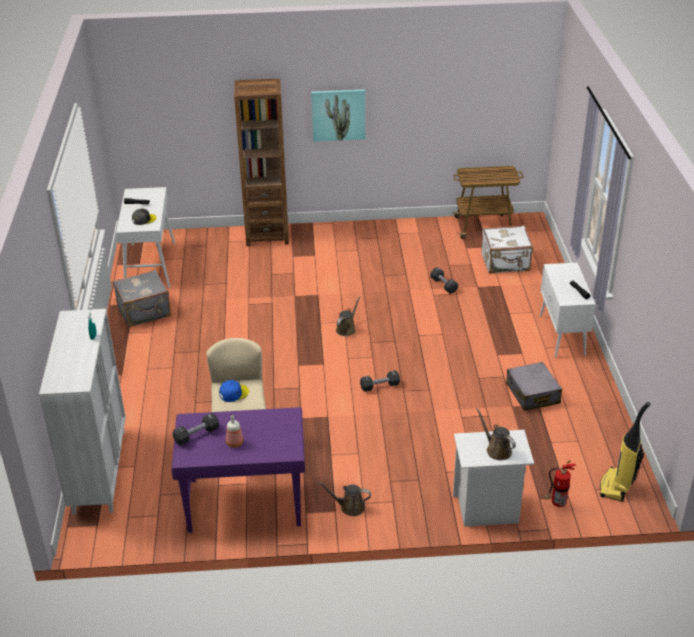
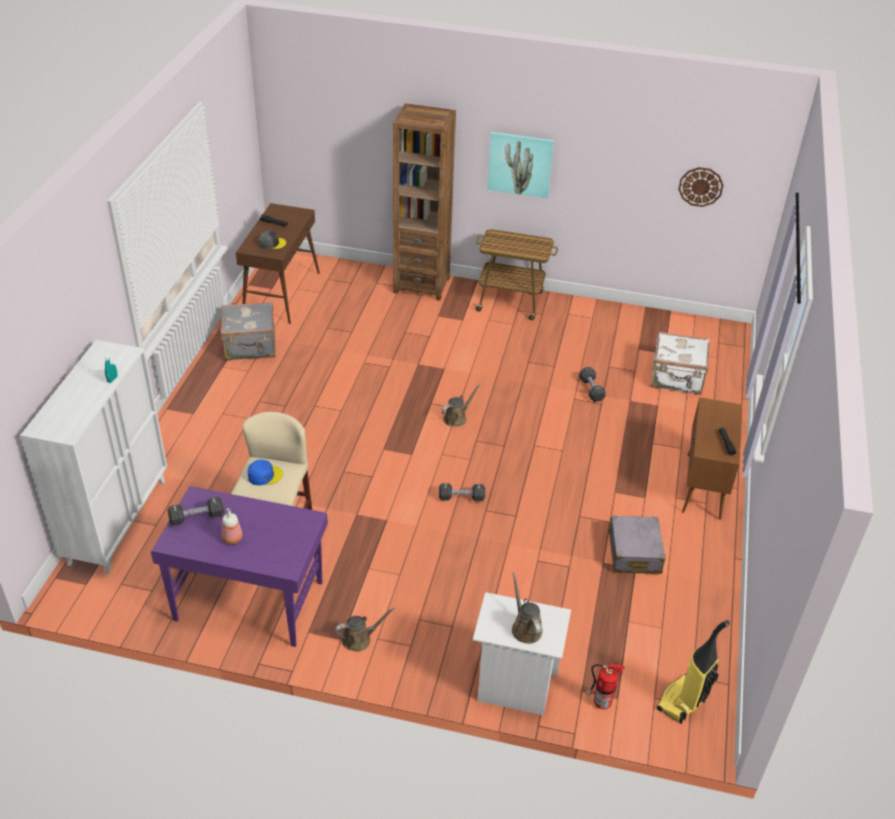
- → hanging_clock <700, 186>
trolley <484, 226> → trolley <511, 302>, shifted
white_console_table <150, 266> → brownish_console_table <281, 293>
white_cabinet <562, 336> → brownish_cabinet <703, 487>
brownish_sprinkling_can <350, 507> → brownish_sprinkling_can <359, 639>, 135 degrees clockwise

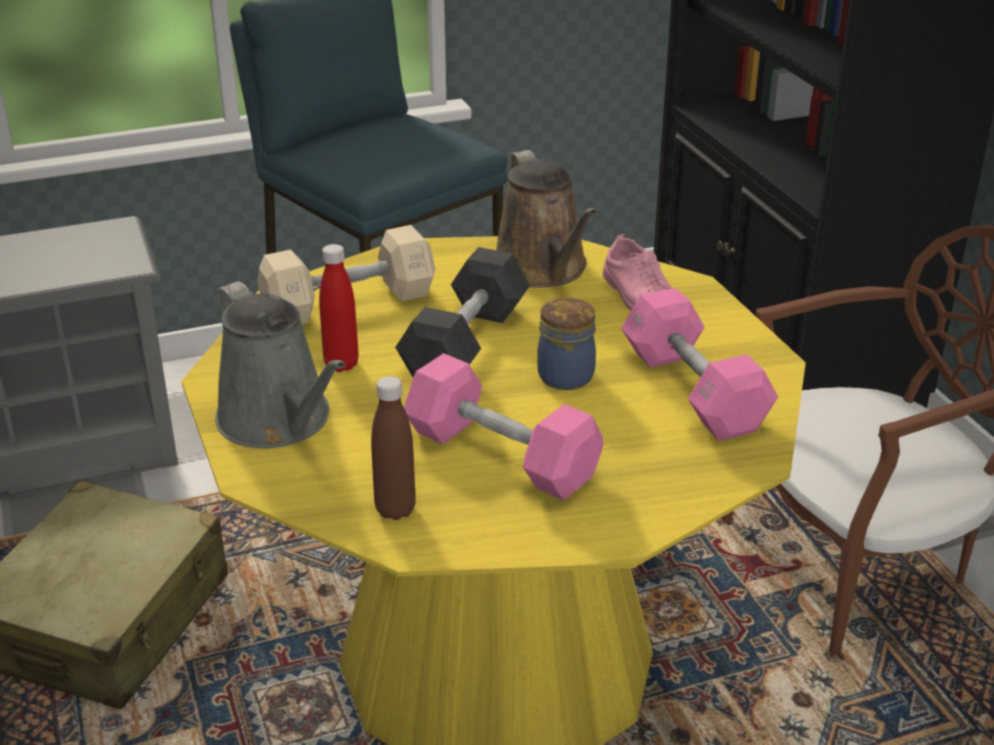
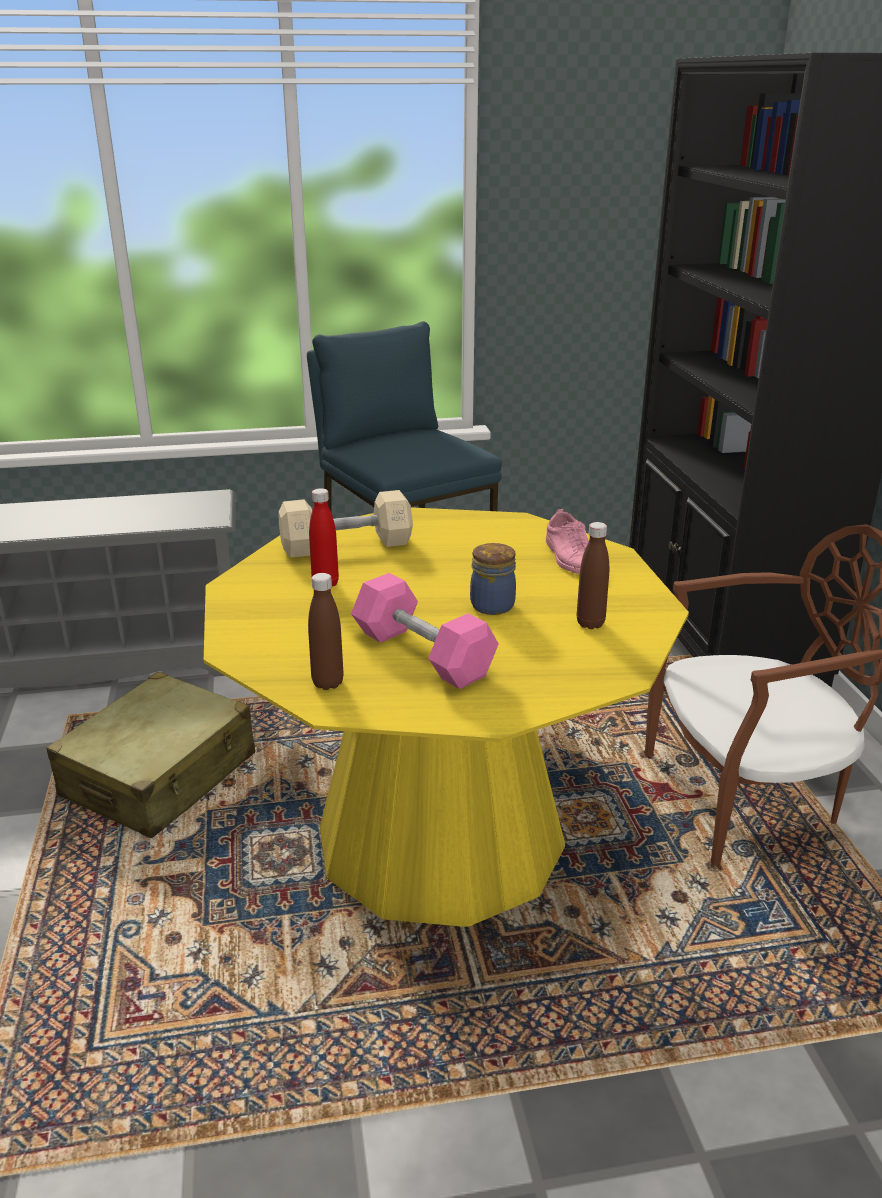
gray_sprinkling_can <279, 421> → -
blackish_hand_weight <465, 343> → -
brownish_sprinkling_can <543, 270> → -
pink-coloured_hand_weight <693, 390> → brownish_beverage_bottle <590, 623>

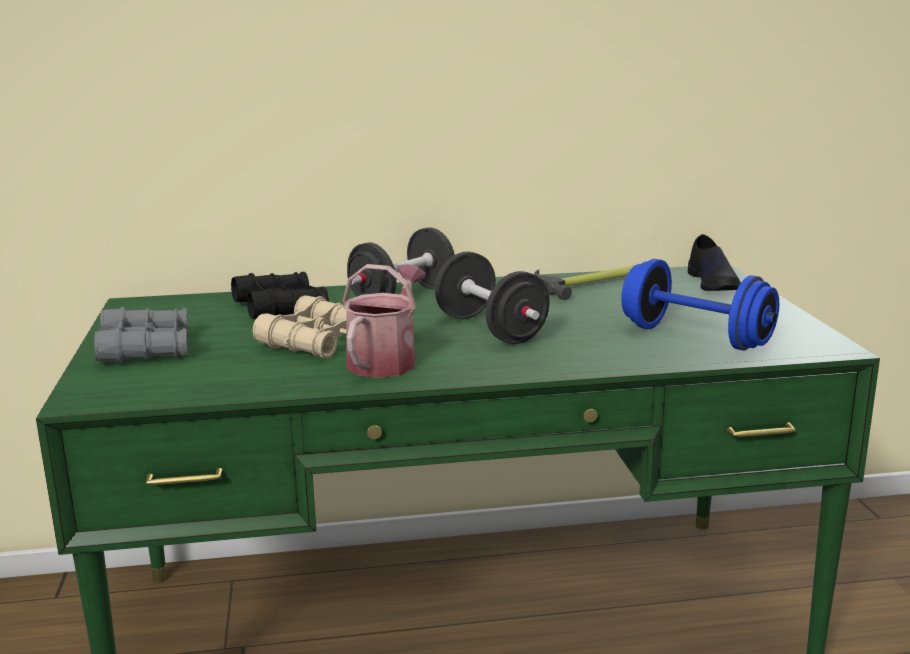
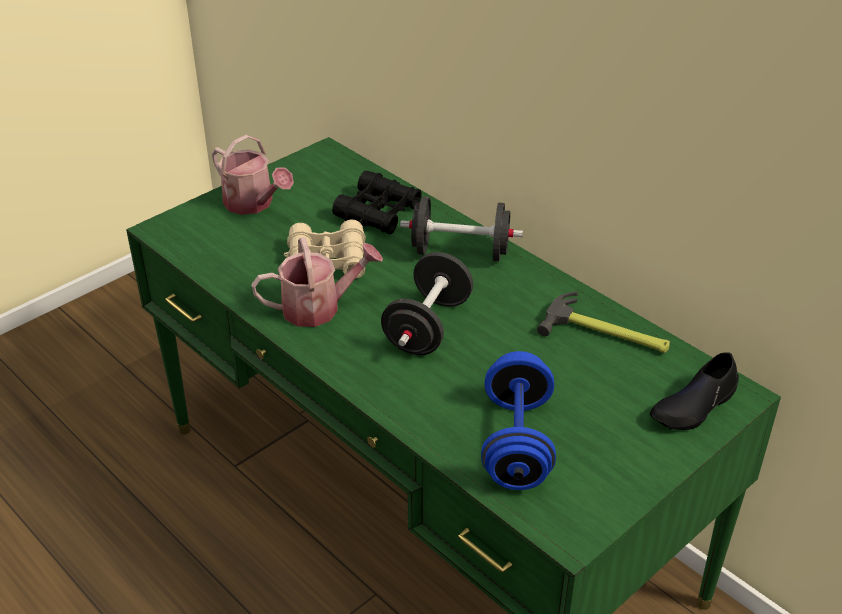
gray_pair_of_binoculars <146, 348> → sprinkling_can <253, 204>

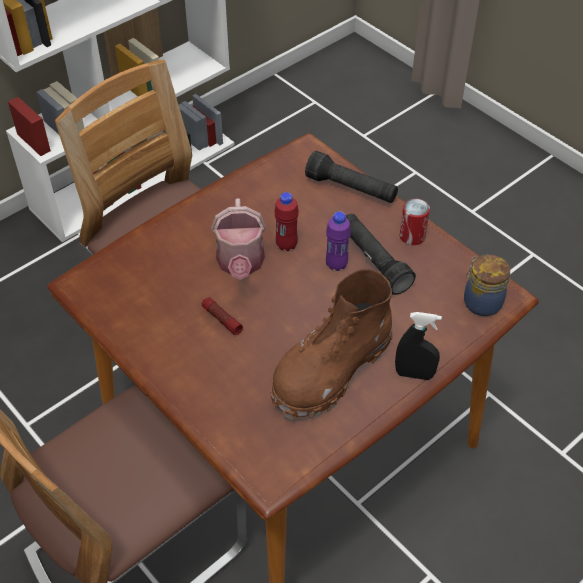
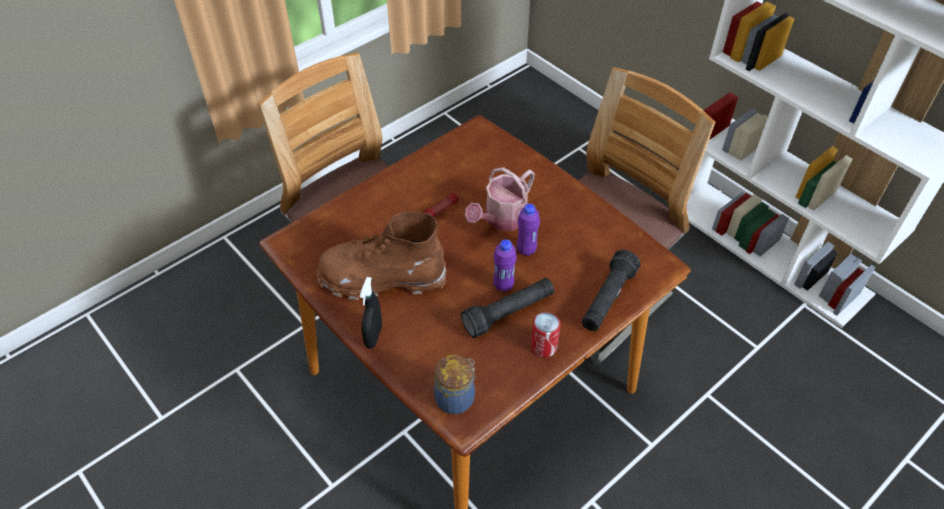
reddish_beverage_bottle <286, 245> → purplish_beverage_bottle <526, 250>
sprinkling_can <240, 264> → sprinkling_can <501, 220>, 45 degrees counterclockwise
brownish_high-top_boot <330, 371> → brownish_high-top_boot <382, 278>, 45 degrees counterclockwise

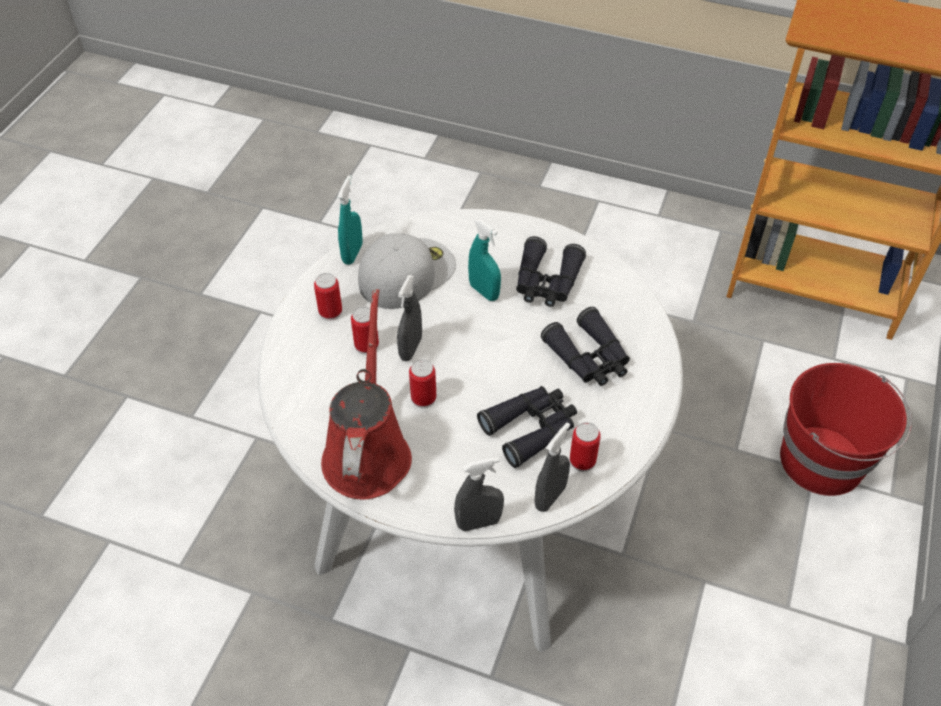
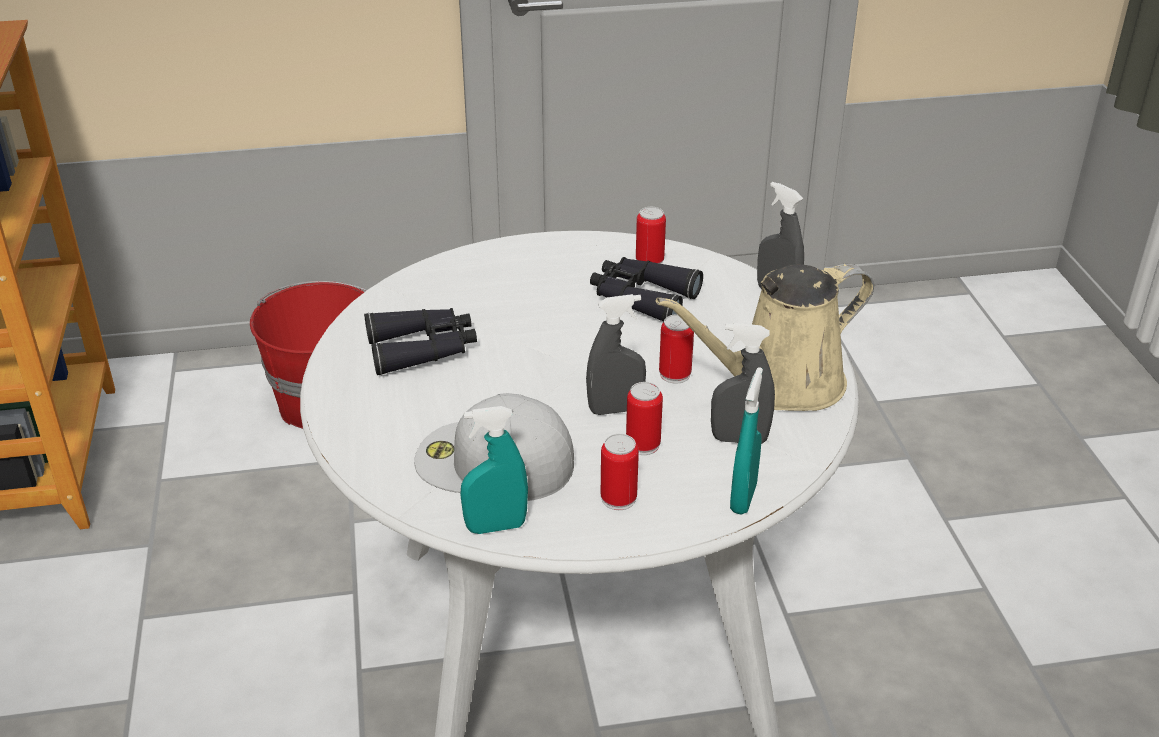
blackish_pair_of_binoculars <589, 358> → -
turquoise-coloured_sprayer <484, 291> → turquoise-coloured_sprayer <743, 498>, shifted
gray_sprayer <550, 497> → gray_sprayer <739, 439>, shifted
reddish_sprinkling_can <368, 451> → sand-coloured_sprinkling_can <779, 384>

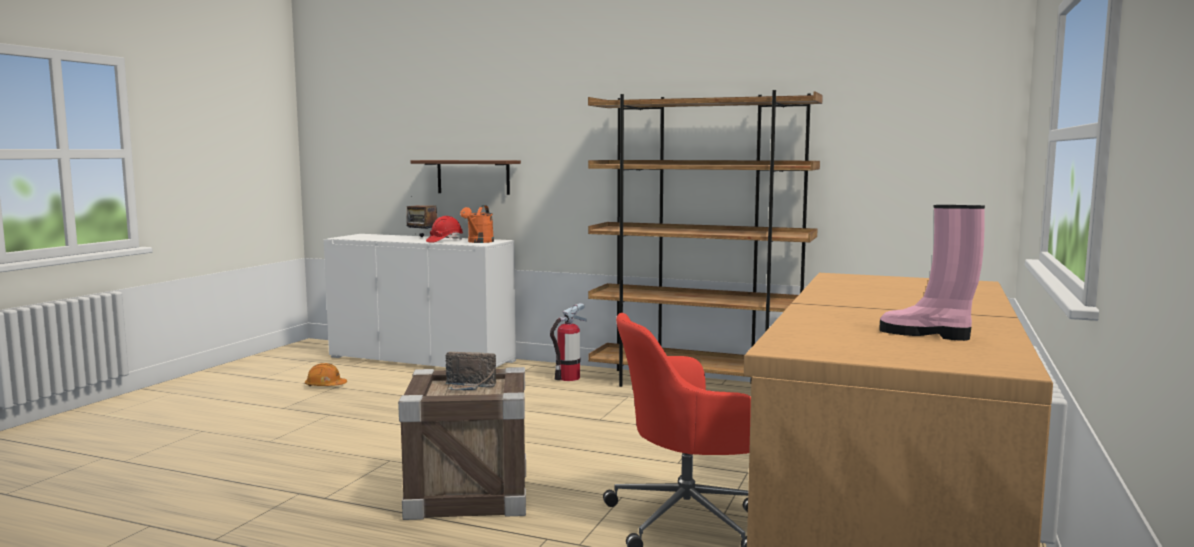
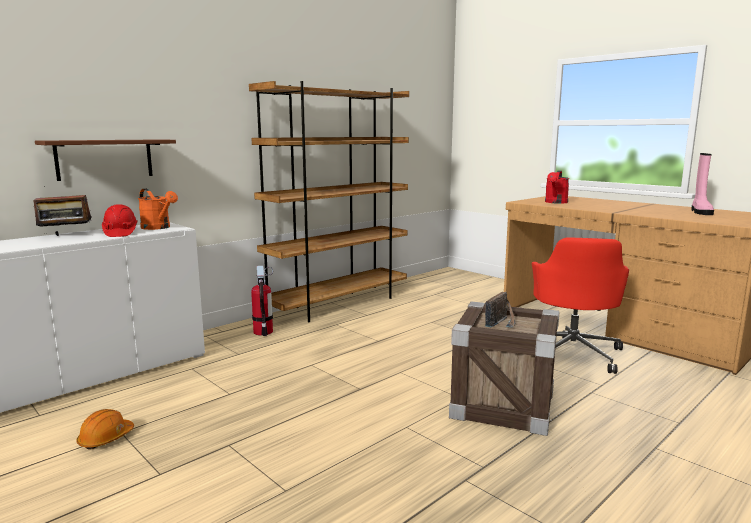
- → reddish_sprinkling_can <555, 202>
pink-coloured_high-top_boot <927, 334> → pink-coloured_high-top_boot <700, 212>, 45 degrees counterclockwise

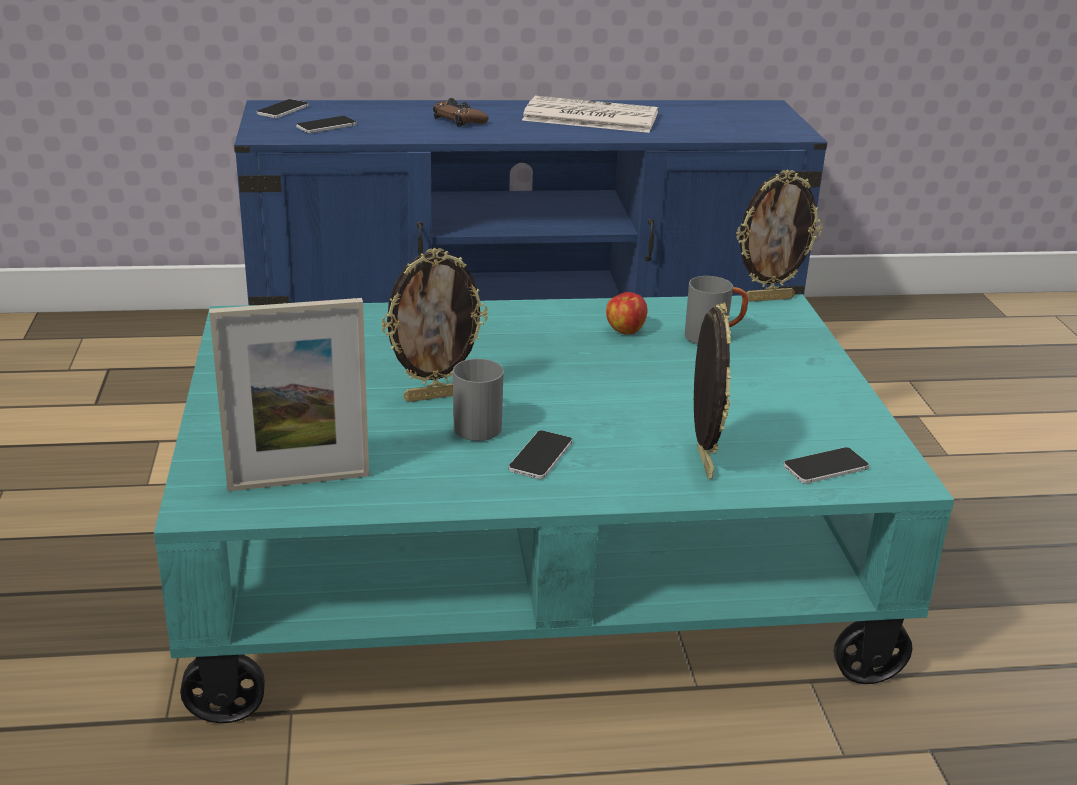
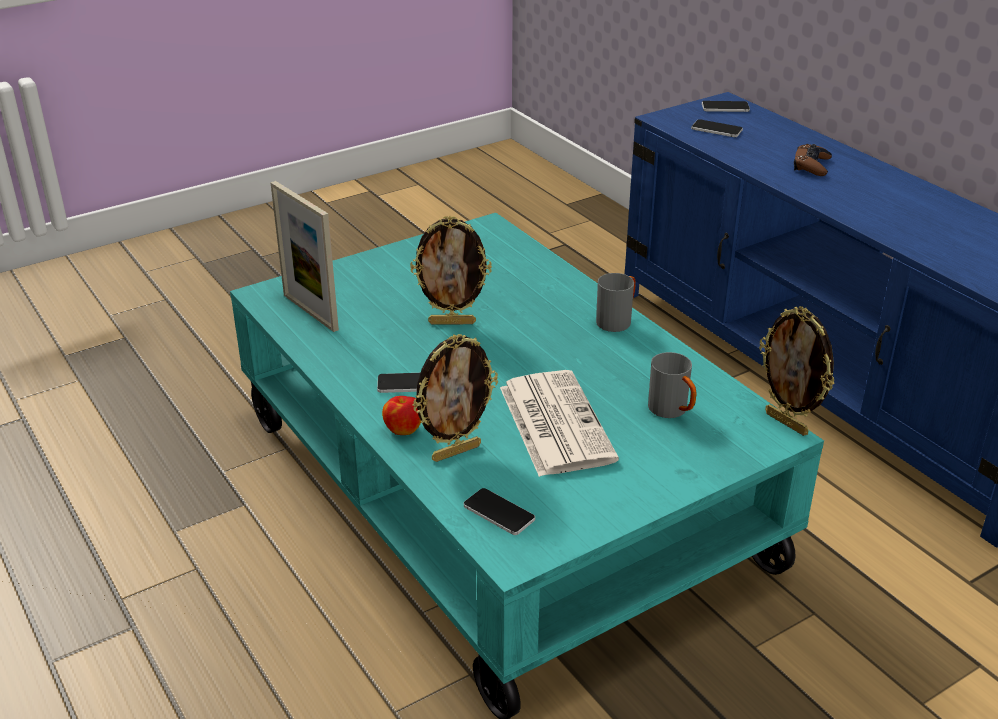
gray_mug <473, 424> → gray_mug <617, 320>, shifted
printed_paper <588, 117> → printed_paper <554, 422>, shifted
apple <624, 330> → apple <403, 429>, shifted
standing_frame <434, 396> → standing_frame <452, 322>, 45 degrees counterclockwise

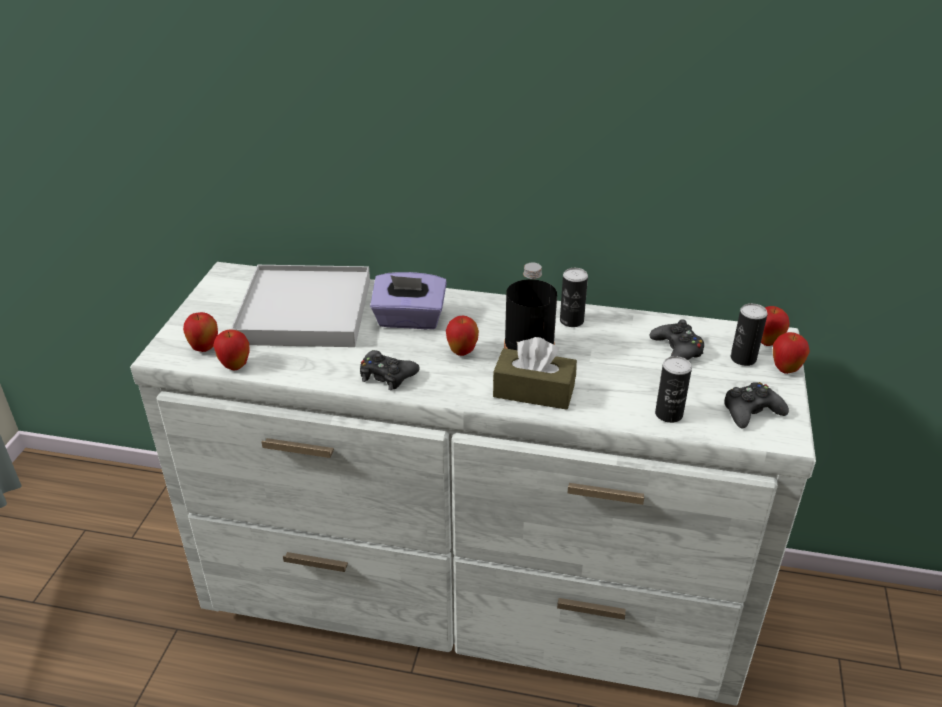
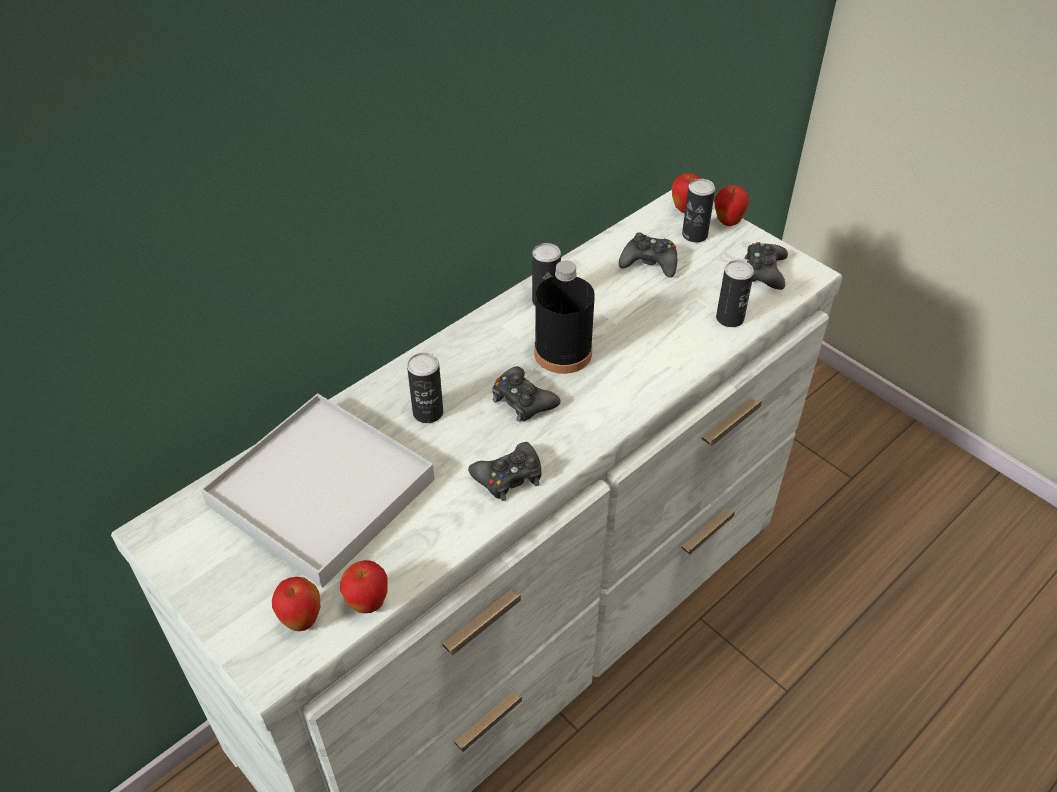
brownish_tissue_holder <534, 391> → -
purplish_tissue_holder <409, 320> → metal_can <428, 412>
apple <462, 352> → blackish_gamepad <523, 401>

